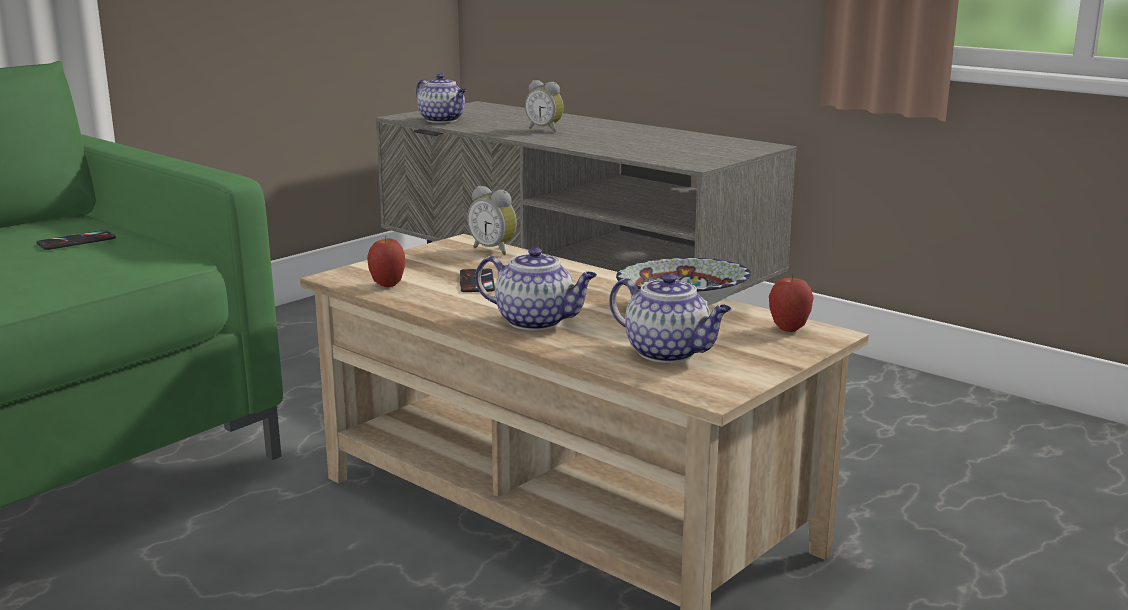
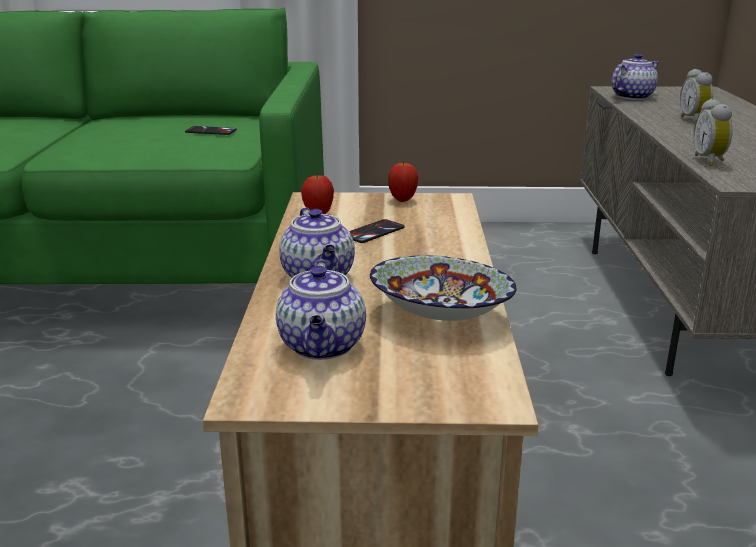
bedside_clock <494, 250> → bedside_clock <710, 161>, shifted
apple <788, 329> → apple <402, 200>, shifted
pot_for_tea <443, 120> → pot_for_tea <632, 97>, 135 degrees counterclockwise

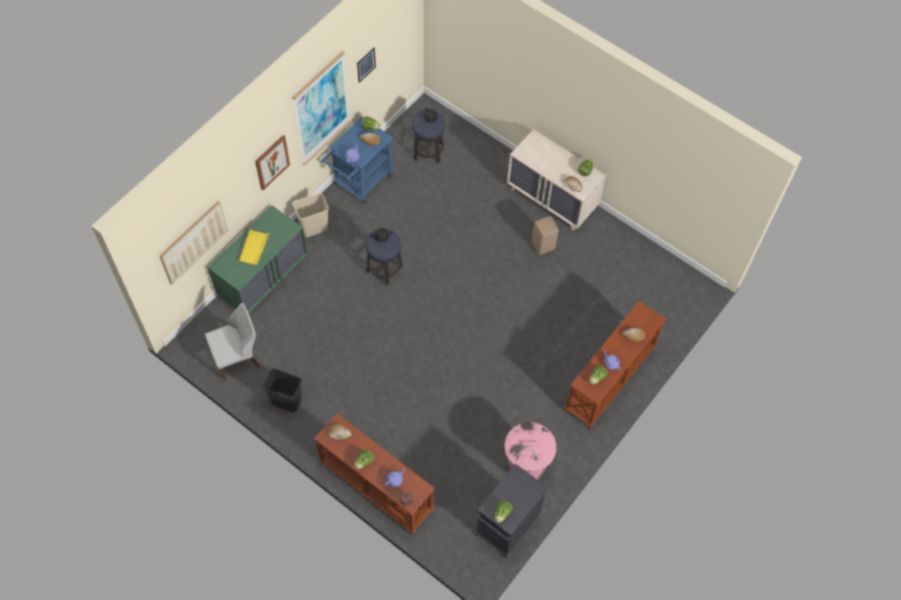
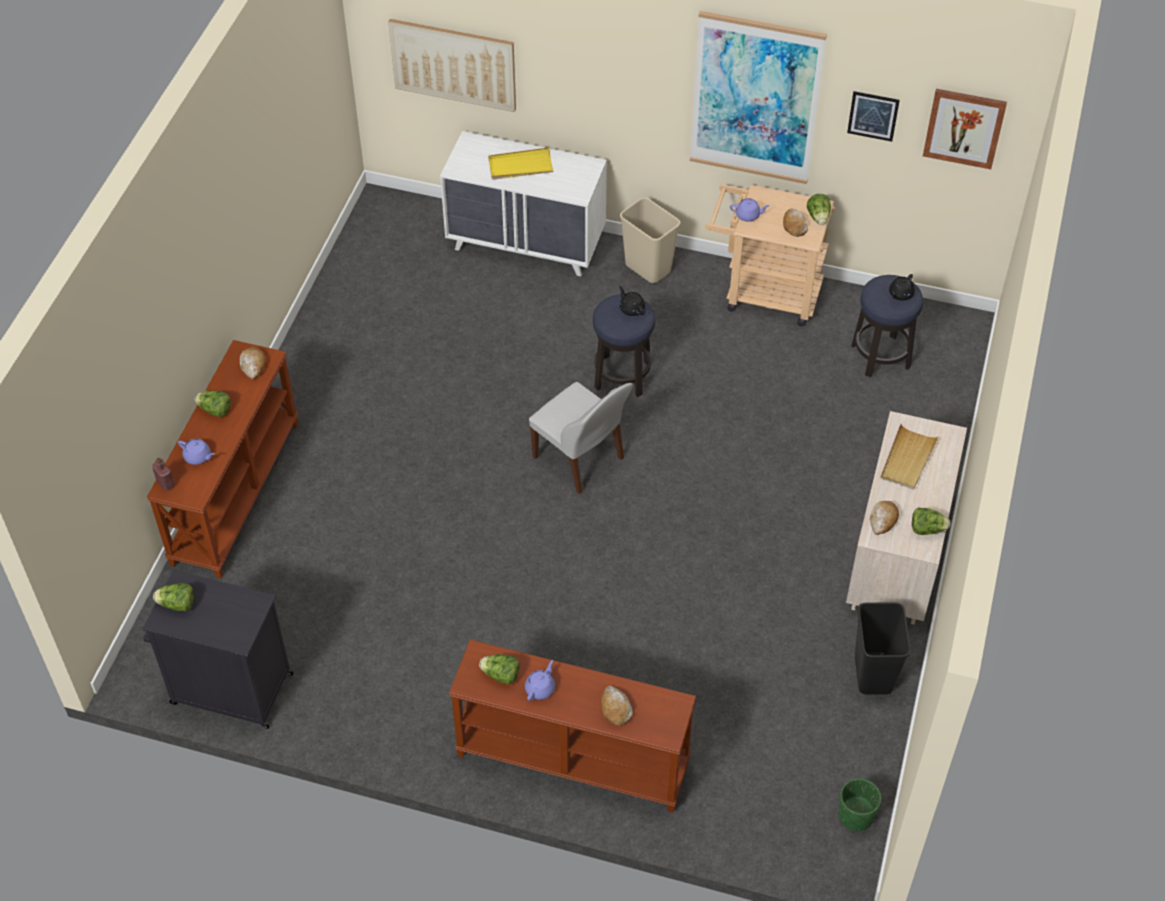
pink-coloured_waste_bin <526, 465> → -
sand-coloured_stool_seat <543, 246> → -
- → greenish_flower_pot <855, 816>
- → sand-coloured_carrying_tray <907, 459>
white_plain_chair <237, 358> → white_plain_chair <580, 459>, shifted
wall_art <271, 162> → wall_art <964, 127>, shifted
blackish_waste_bin <287, 401> → blackish_waste_bin <874, 674>, shifted
greenish_dresser <263, 279> → white_dresser <526, 244>
blue_trolley <360, 183> → sand-coloured_trolley <764, 293>

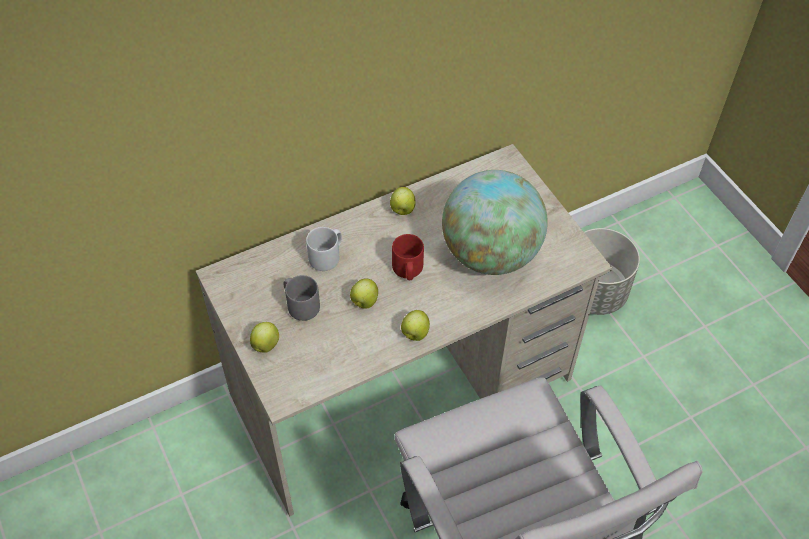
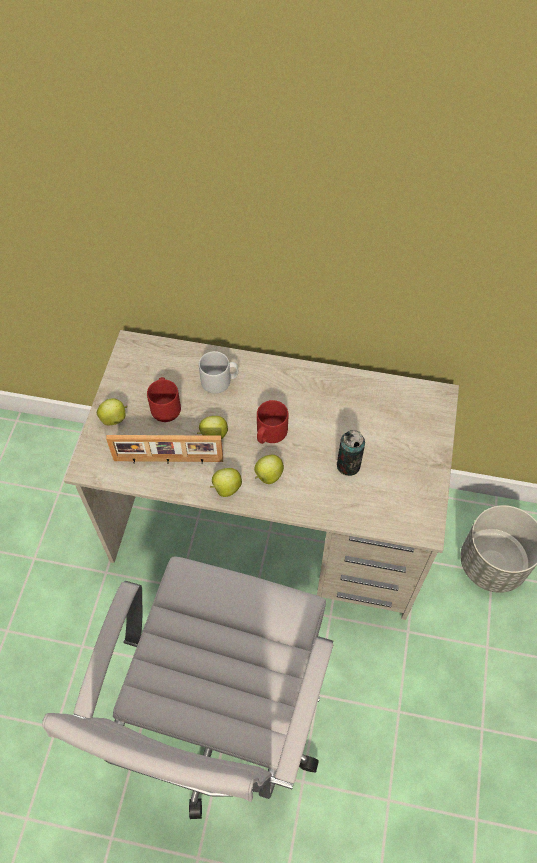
- → standing_frame <168, 461>
apple <402, 210> → apple <268, 476>, shifted
desk_globe <490, 253> → metal_can <348, 465>
gray_mug <301, 305> → reddish_mug <165, 406>

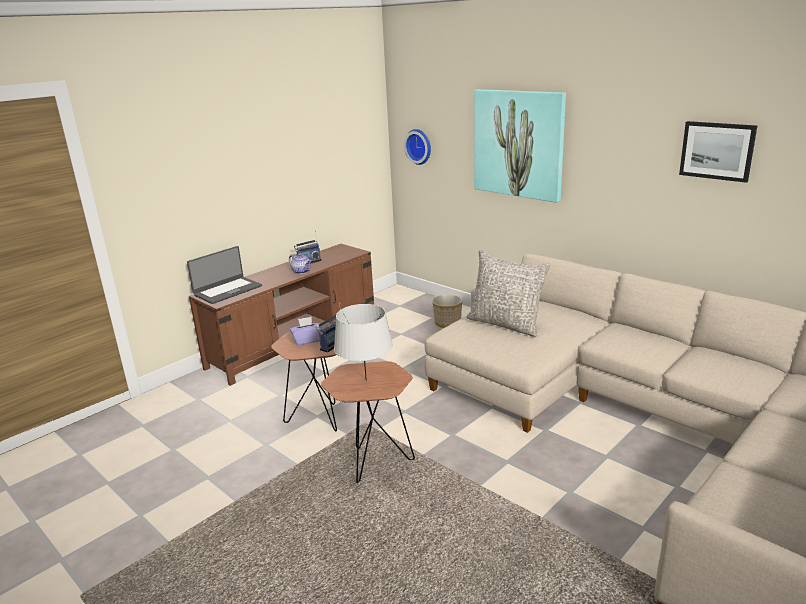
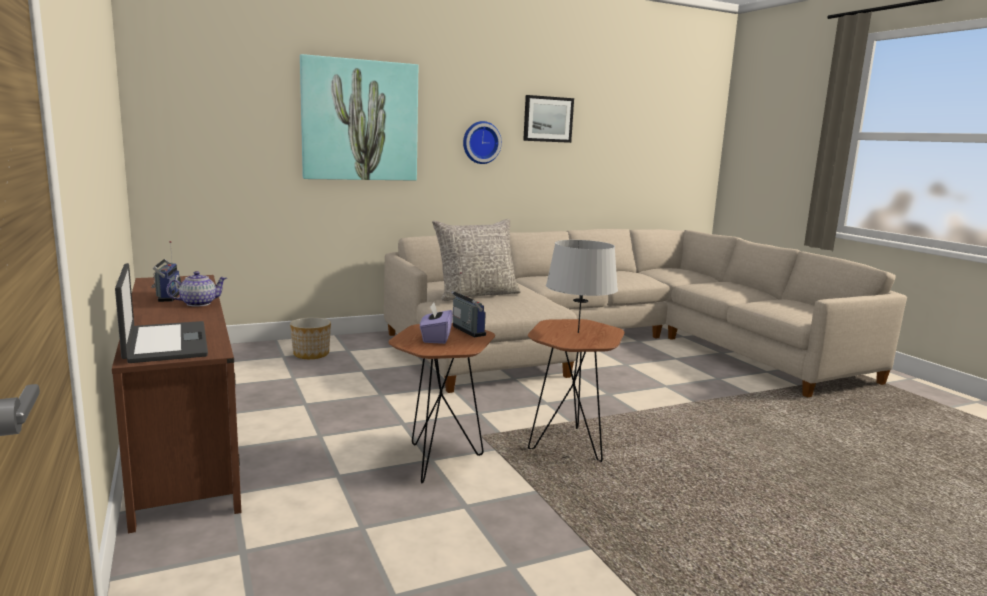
hanging_clock <419, 146> → hanging_clock <481, 142>, shifted

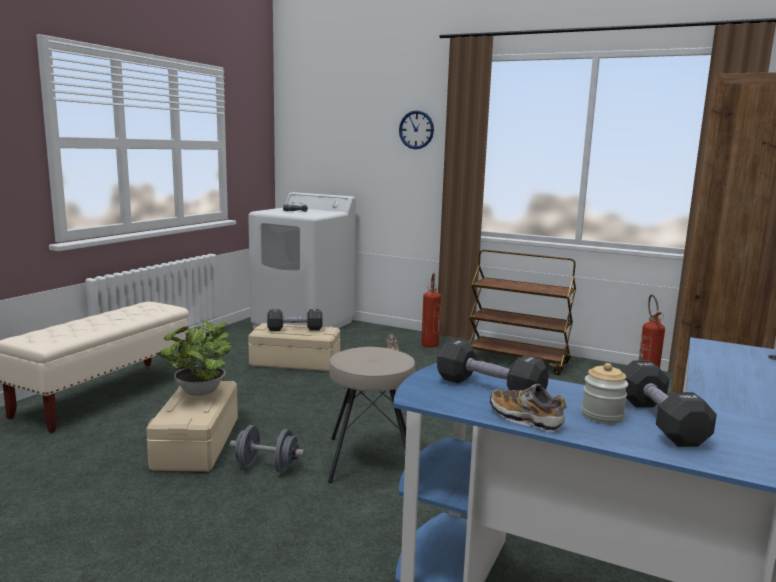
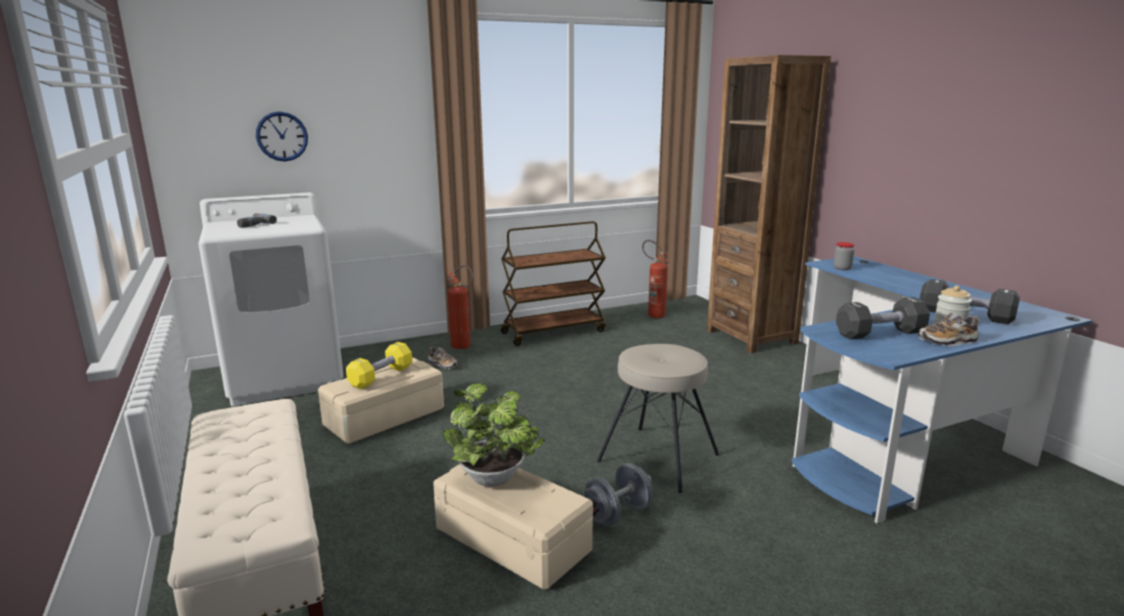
- → preserve_jar <842, 268>
hanging_clock <416, 130> → hanging_clock <282, 136>, shifted
blackish_hand_weight <295, 329> → yellowish_hand_weight <381, 376>

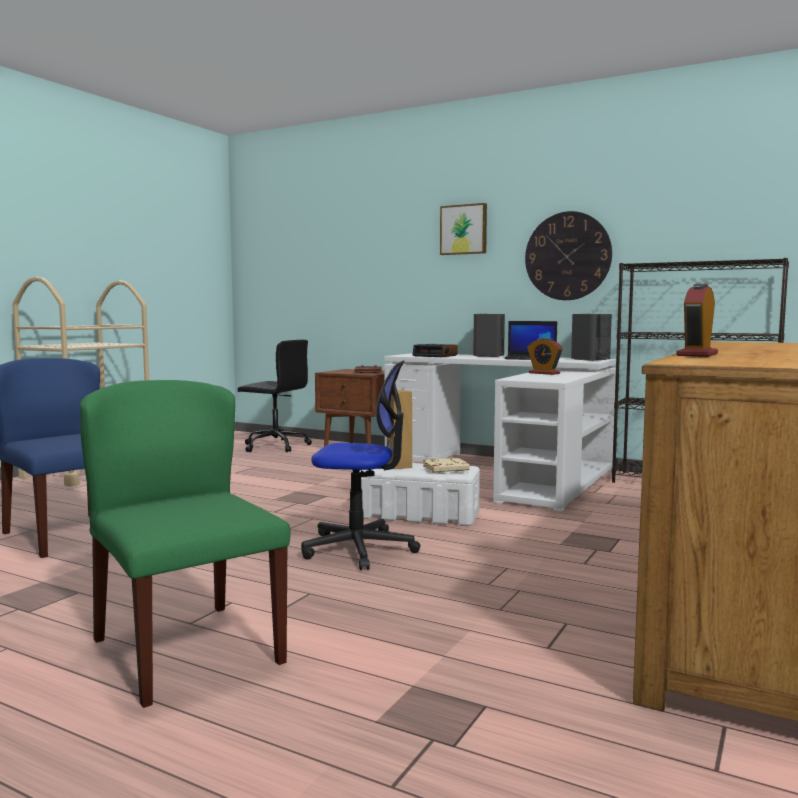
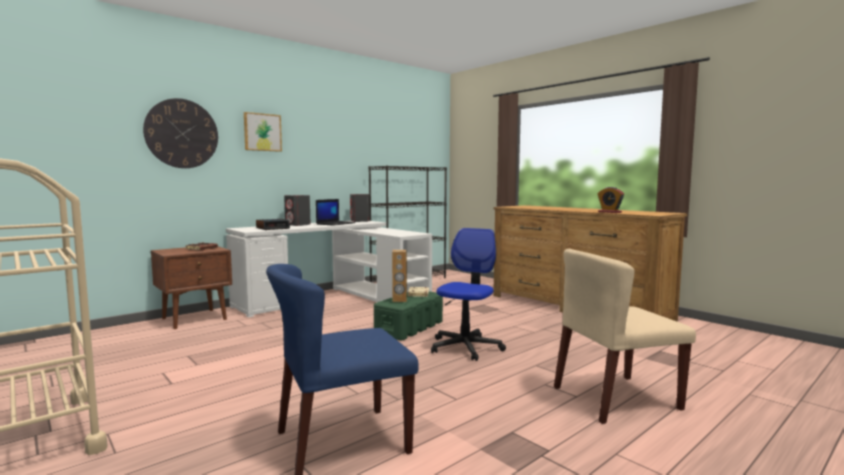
blackish_office_chair <274, 446> → -
bedside_clock <544, 373> → -
hanging_clock <567, 256> → hanging_clock <182, 133>, shifted
greenish_plain_chair <186, 650> → sand-coloured_plain_chair <615, 398>
white_storage_bin <420, 515> → greenish_storage_bin <409, 327>

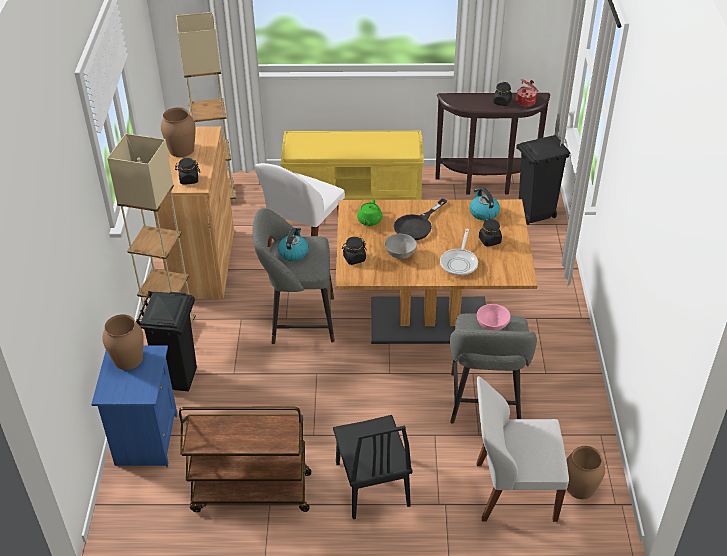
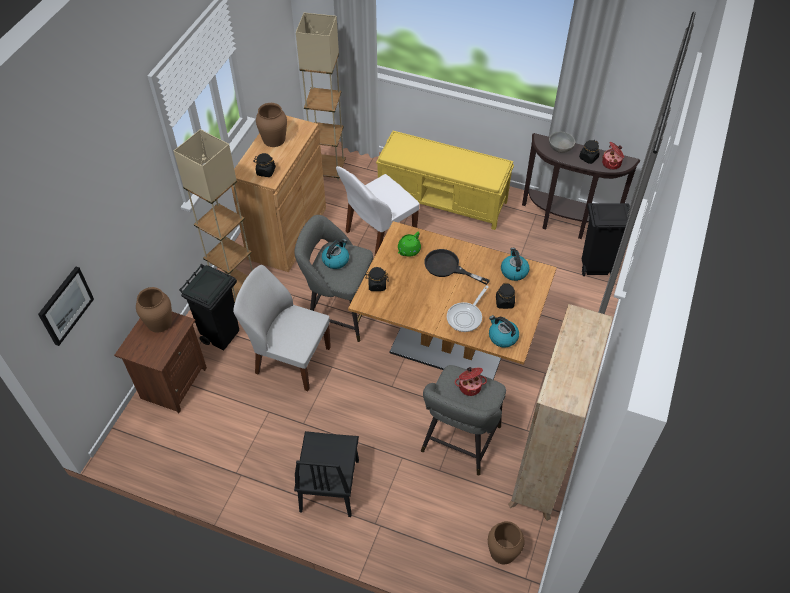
brownish_trolley <250, 493> → -
- → wall_art <65, 305>
- → water_kettle <502, 337>
- → sand-coloured_shelving_unit <541, 470>
gray_bowl <400, 254> → gray_bowl <560, 148>, shifted
white_plain_chair <512, 491> → white_plain_chair <291, 359>, shifted
pink-coloured_bowl <492, 325> → saucepot <469, 386>
blue_nightstand <145, 439> → brownish_nightstand <172, 383>
blackish_frying_pan <417, 225> → blackish_frying_pan <448, 267>, 60 degrees clockwise

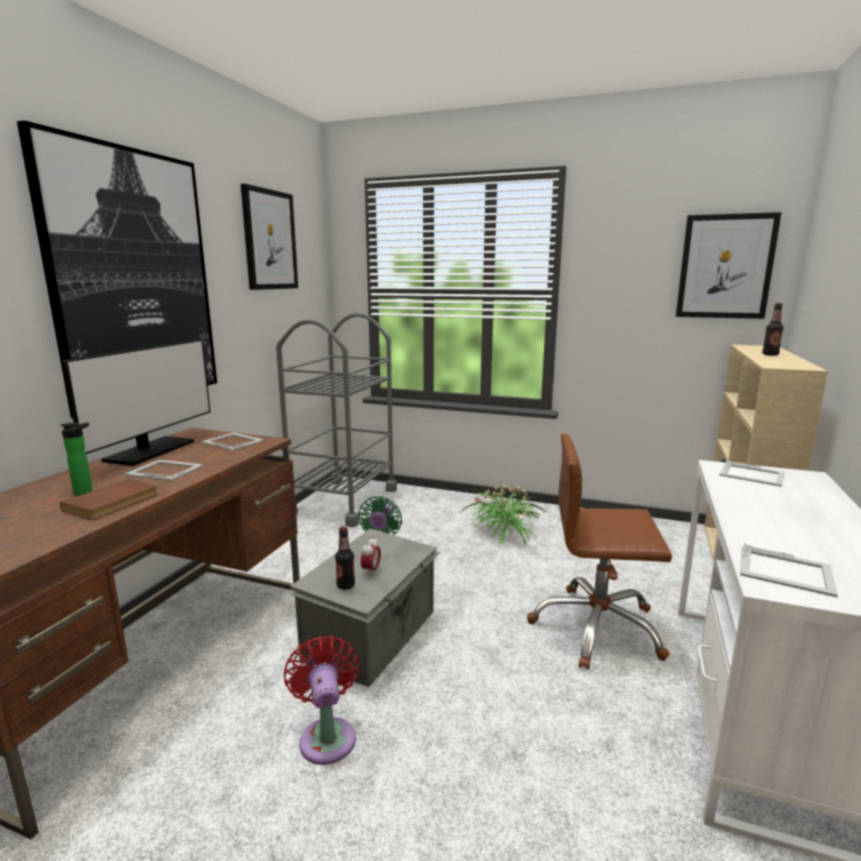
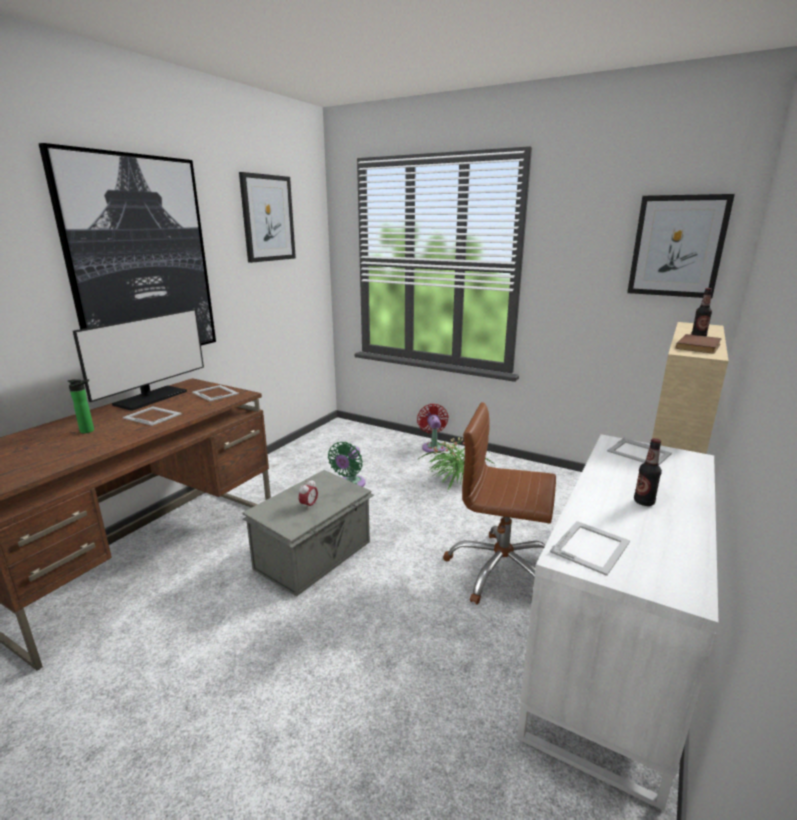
gray_trolley <343, 501> → -
brownish_volume <114, 502> → brownish_volume <700, 346>, shifted
reddish_fan <327, 735> → reddish_fan <433, 446>, shifted
beverage_bottle <345, 585> → beverage_bottle <644, 502>, shifted
standing_frame <787, 571> → standing_frame <591, 546>, 90 degrees counterclockwise

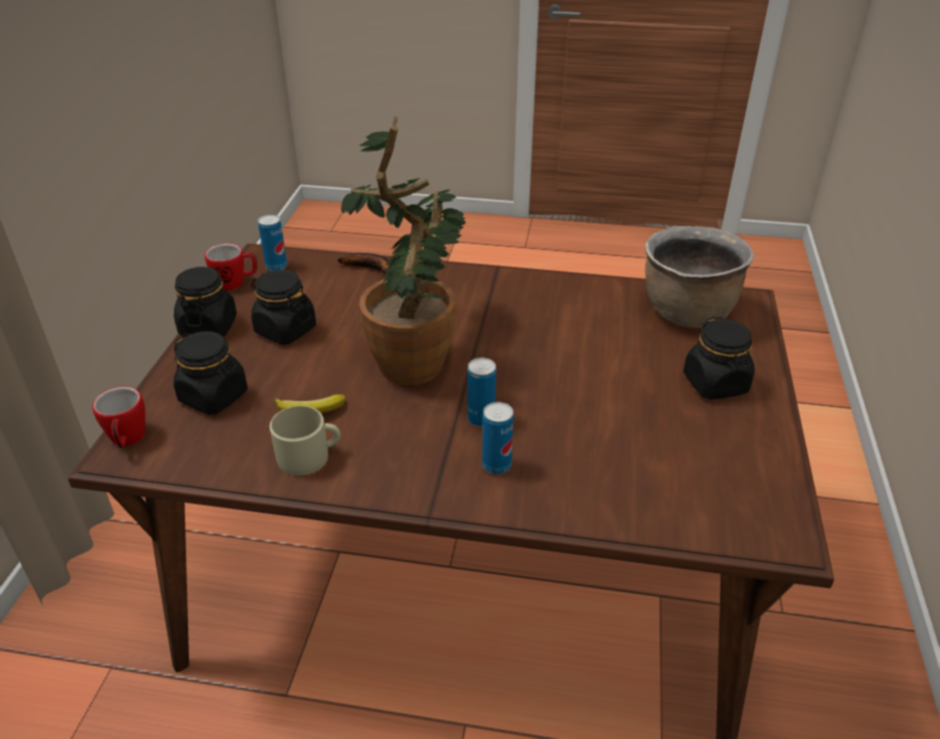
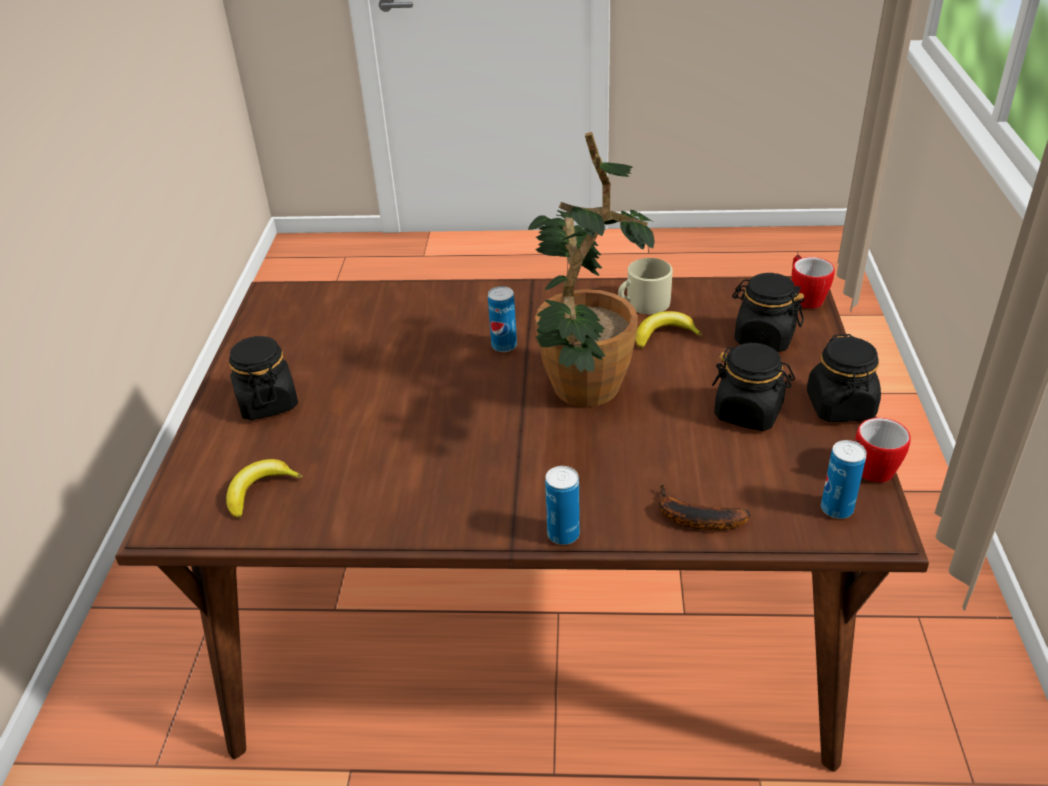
metal_can <496, 465> → metal_can <563, 534>, shifted
brownish_saucepot <686, 313> → banana <260, 491>

